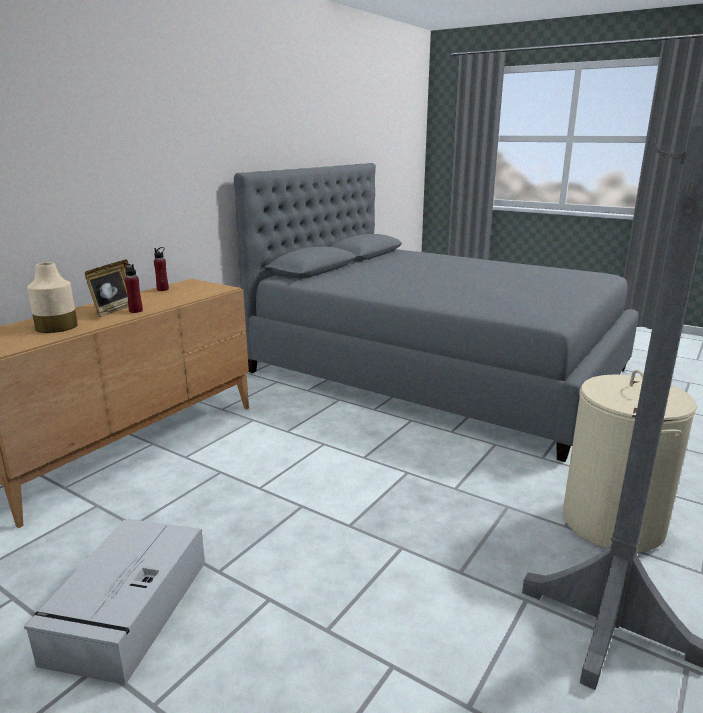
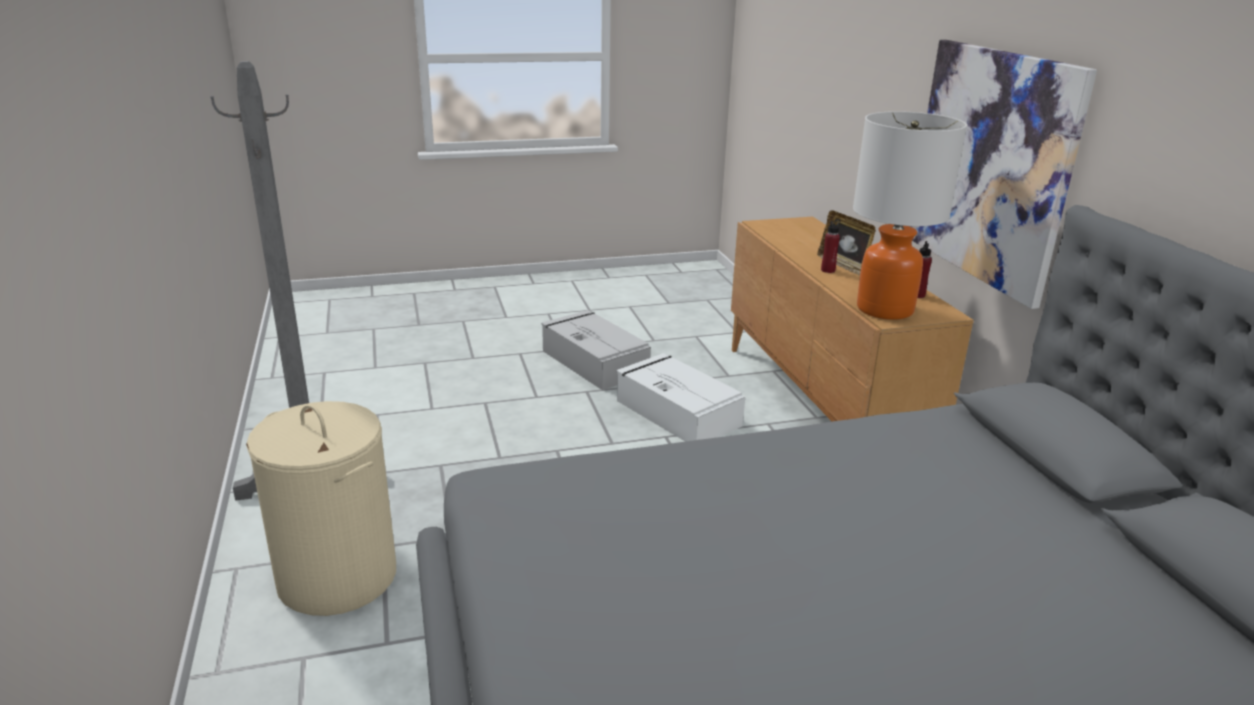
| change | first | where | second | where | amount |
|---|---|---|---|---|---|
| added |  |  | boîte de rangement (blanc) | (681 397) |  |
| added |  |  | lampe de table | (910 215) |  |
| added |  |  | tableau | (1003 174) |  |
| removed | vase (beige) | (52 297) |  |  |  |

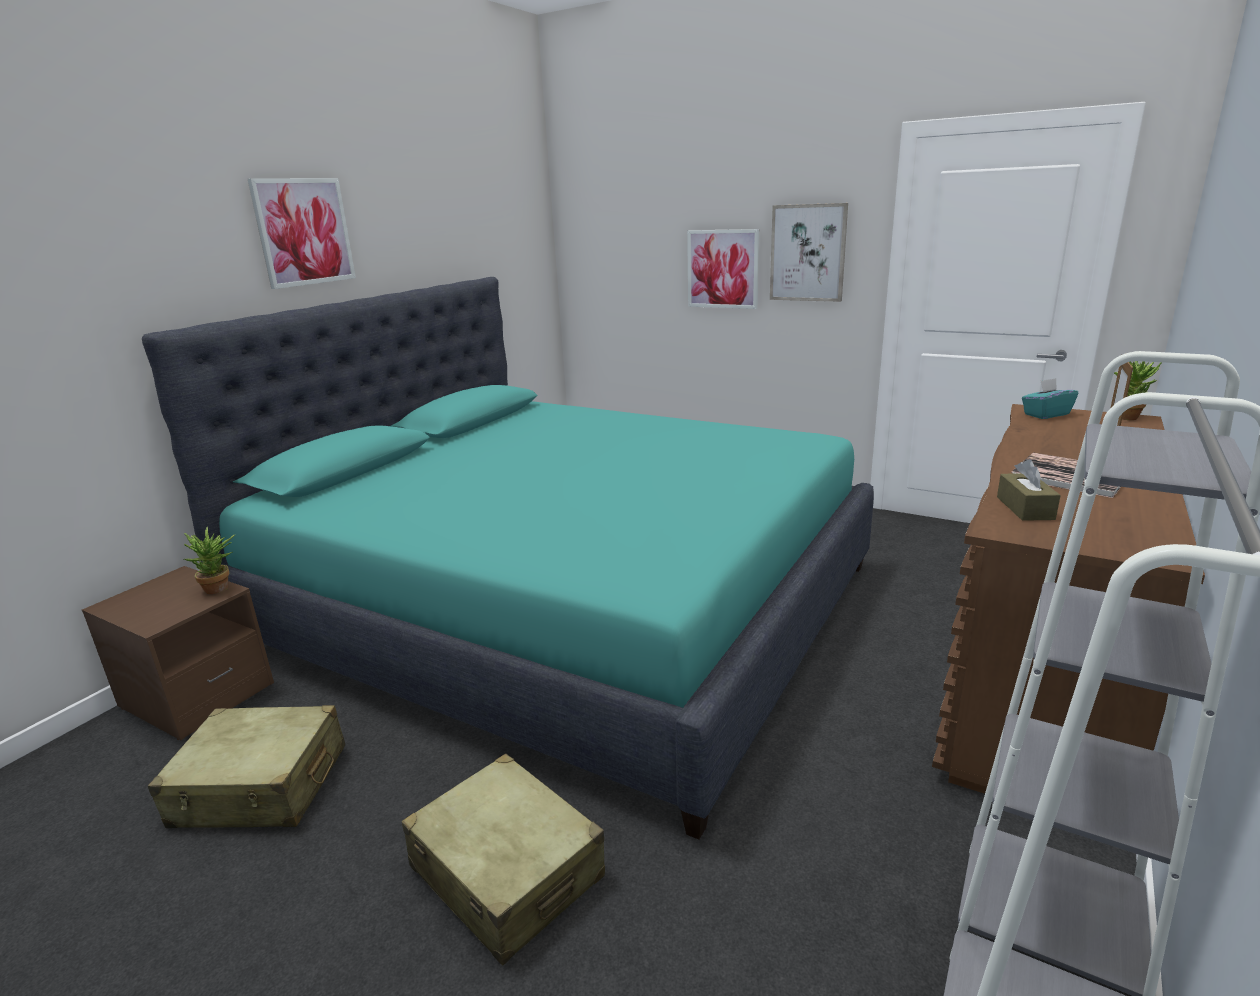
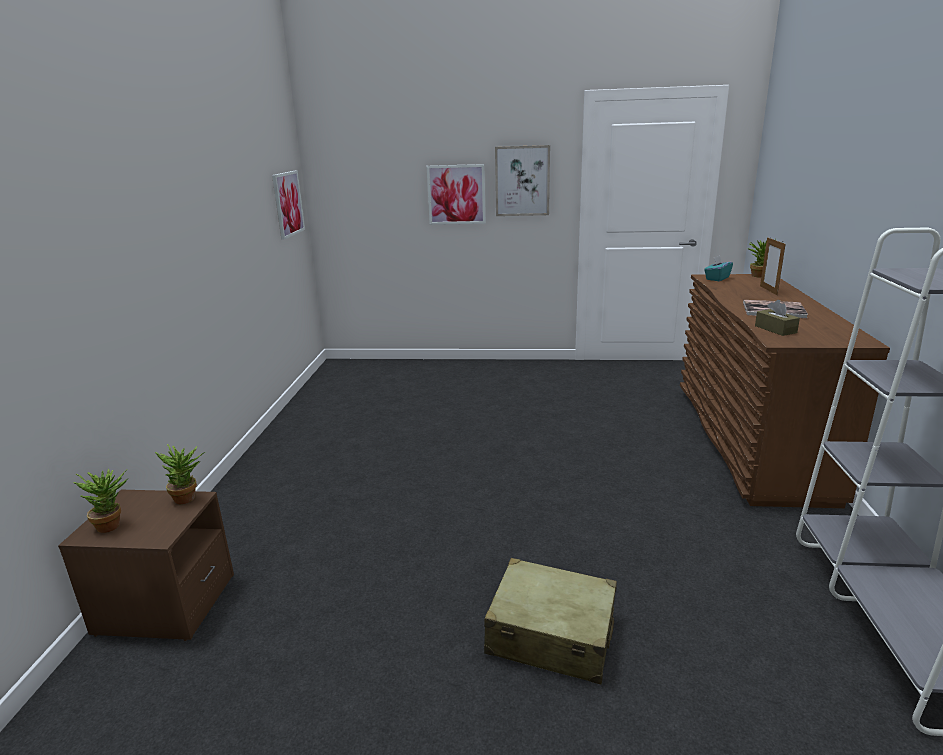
| change | first | where | second | where | amount |
|---|---|---|---|---|---|
| added |  |  | plante en pot | (100 501) |  |
| moved | tableau | (302 233) |  | (288 205) |  |
| removed | lit (turquoise) | (508 558) |  |  |  |
| removed | valise (beige) | (246 766) |  |  |  |

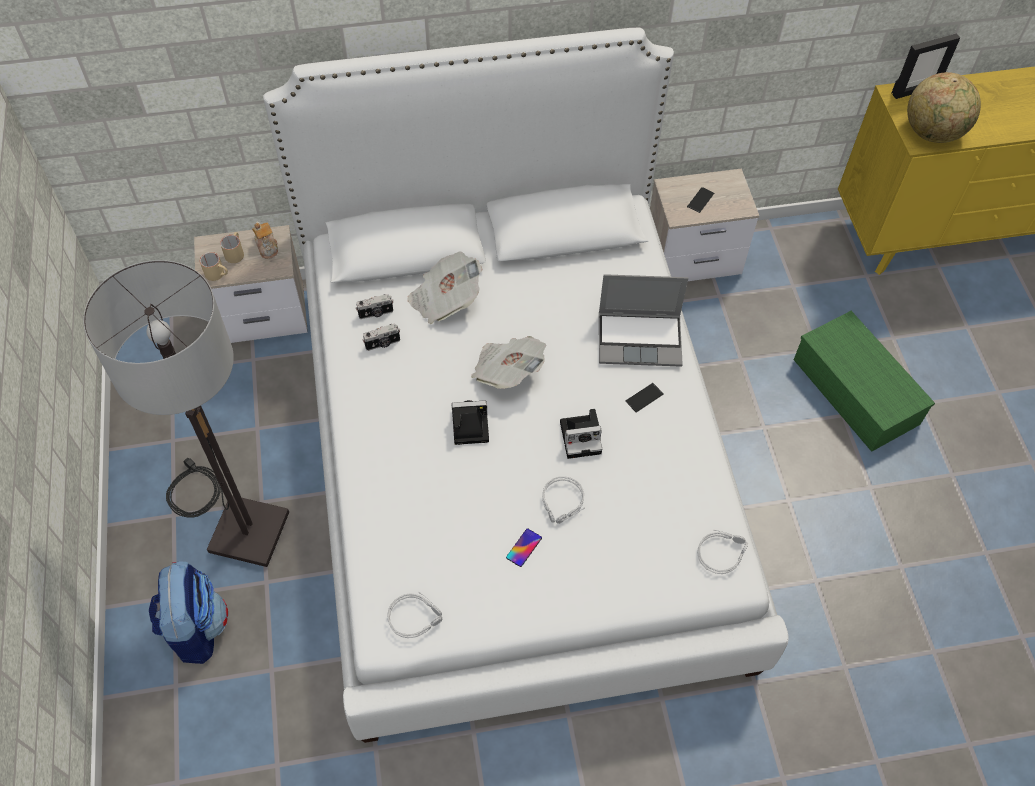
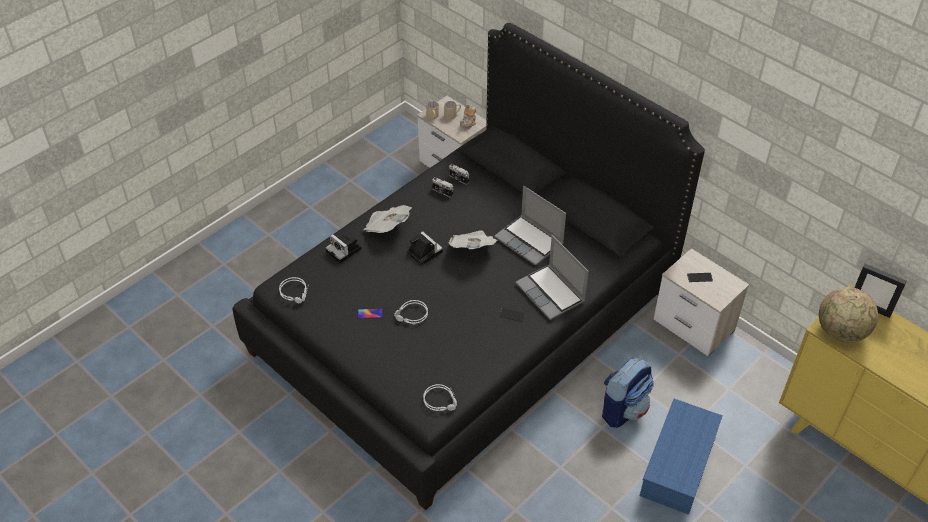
| change | first | where | second | where | amount |
|---|---|---|---|---|---|
| recoloured | lit (blanc) | (526 385) | lit (noir) | (468 266) |  |
| moved | appareil photo | (581 434) |  | (343 248) |  |
| moved | journal | (444 288) |  | (387 219) |  |
| added |  |  | ordinateur portable | (530 226) |  |
| moved | sac à dos | (188 612) |  | (628 393) |  |
| recoloured | boîte de rangement (vert) | (864 381) | boîte de rangement (bleu) | (681 457) |  |
| removed | lampadaire | (186 413) |  |  |  |

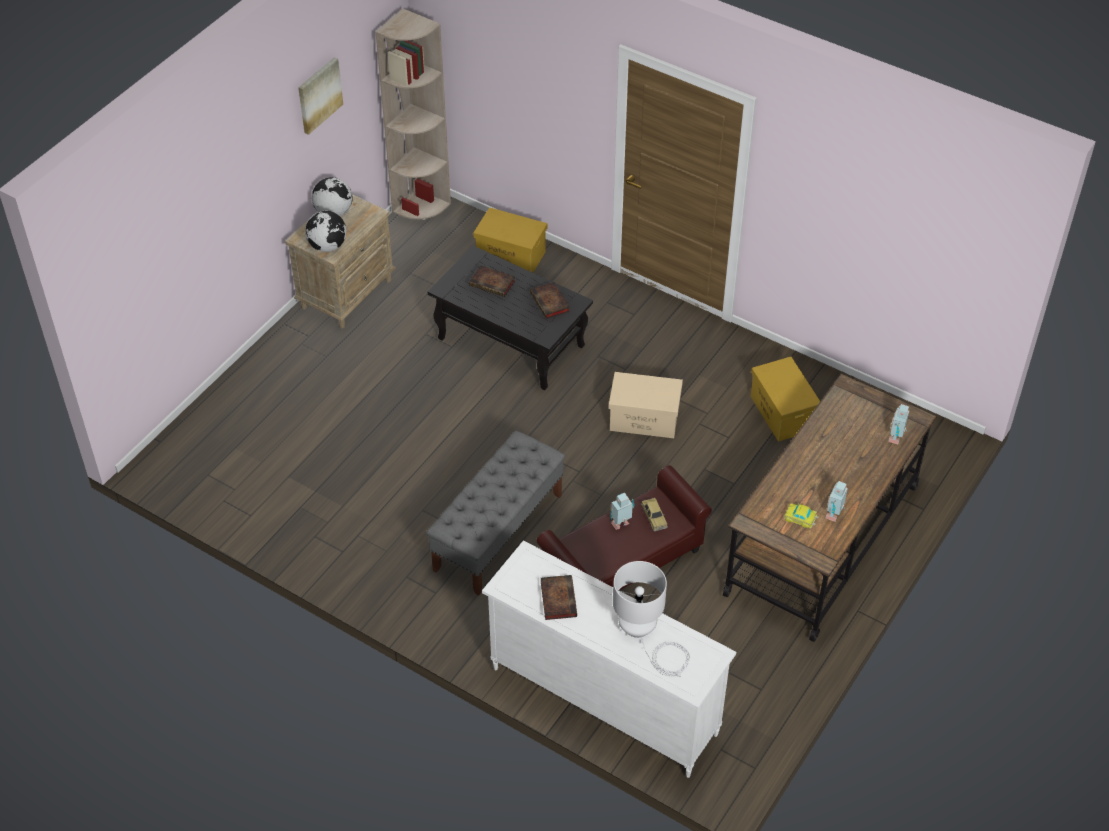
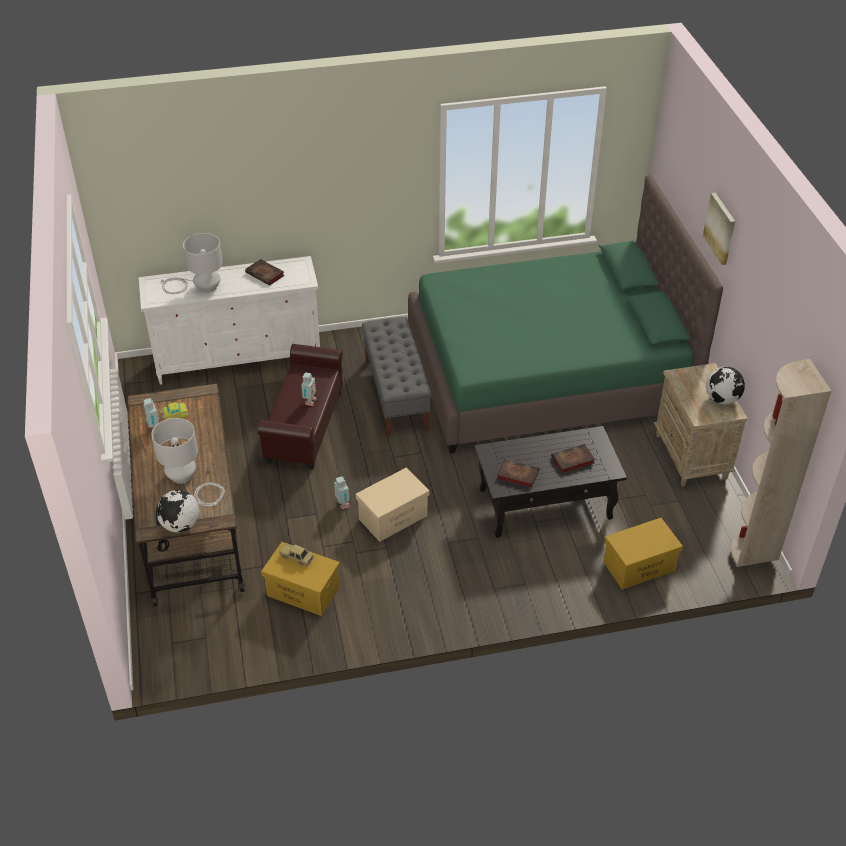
| change | first | where | second | where | amount |
|---|---|---|---|---|---|
| added |  |  | lampe de table (blanc) | (188 462) |  |
| moved | globe | (325 231) |  | (177 511) |  |
| moved | petite voiture | (654 514) |  | (296 554) |  |
| moved | robot jouet | (898 424) |  | (342 492) |  |
| added |  |  | lit (vert) | (565 314) |  |
| moved | tableau | (320 96) |  | (719 229) |  |

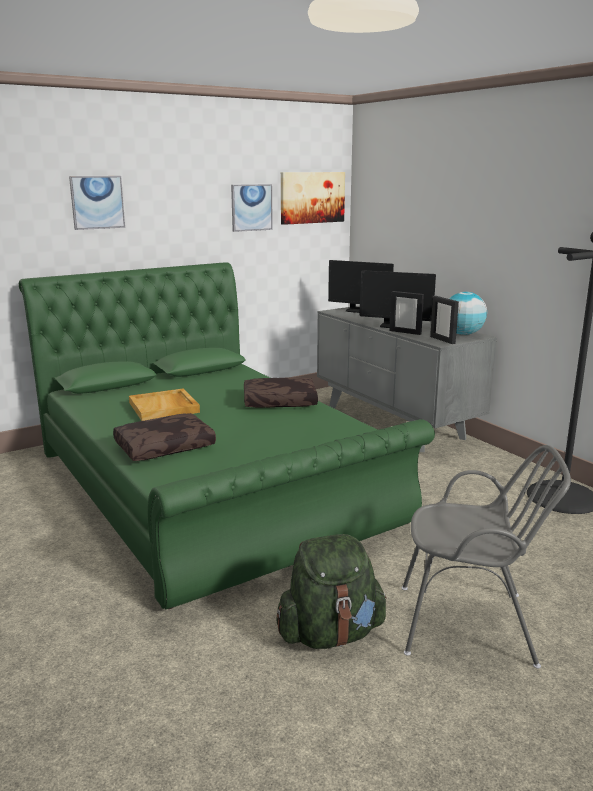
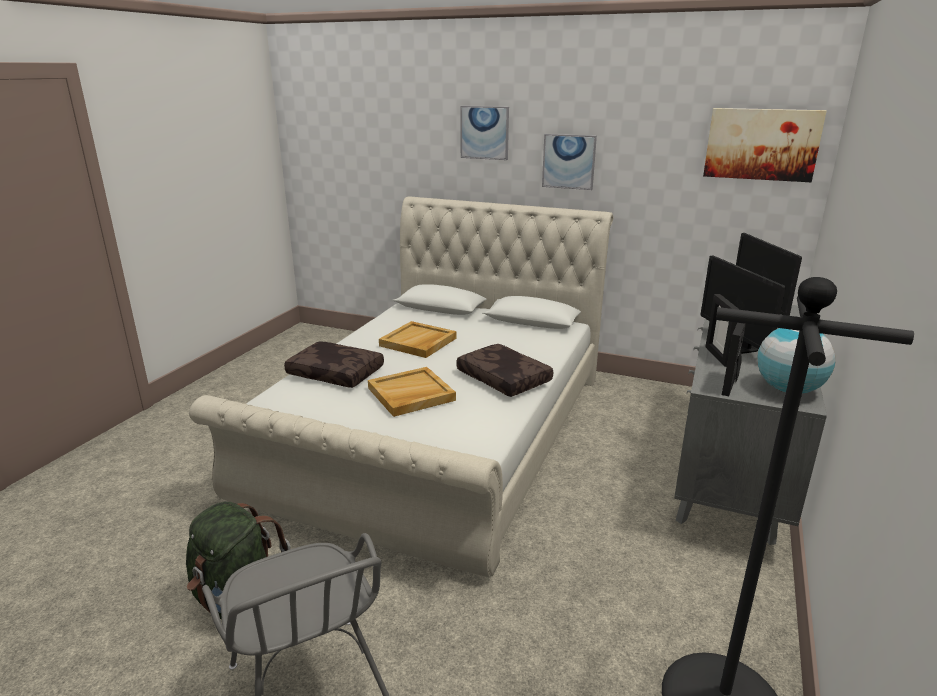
| change | first | where | second | where | amount |
|---|---|---|---|---|---|
| recoloured | lit (vert) | (227 436) | lit (beige) | (401 387) |  |
| added |  |  | plateau (beige) | (412 392) |  |
| moved | tableau | (252 208) |  | (569 162) |  |

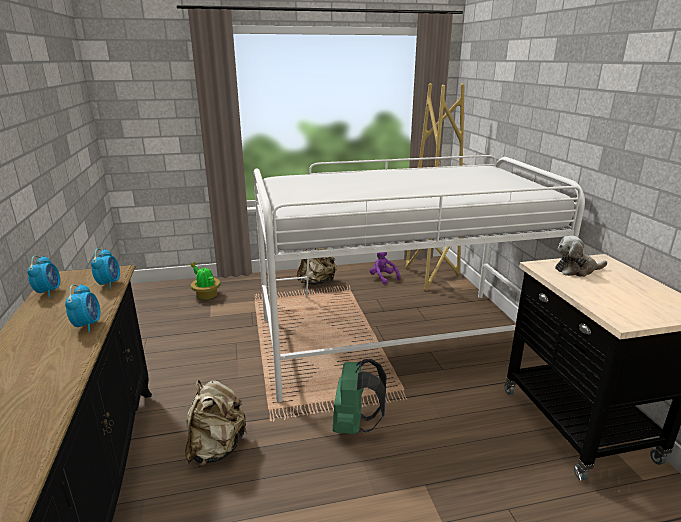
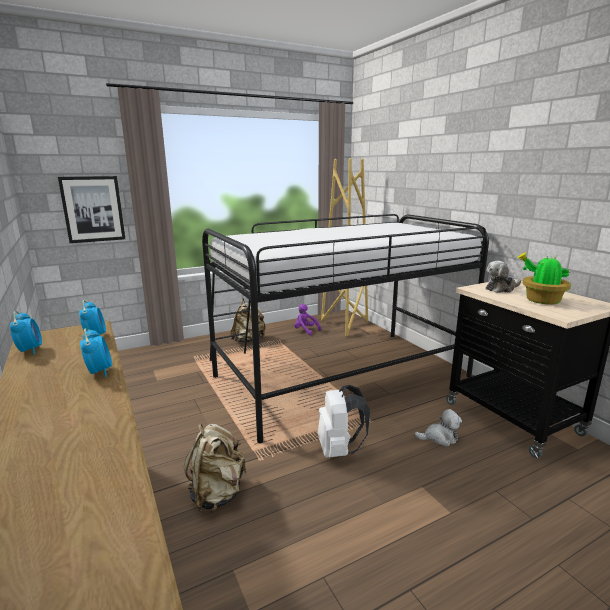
| change | first | where | second | where | amount |
|---|---|---|---|---|---|
| added |  |  | tableau | (91 209) |  |
| recoloured | lit (blanc) | (419 279) | lit (noir) | (345 328) |  |
| recoloured | sac à dos (vert) | (360 396) | sac à dos (blanc) | (344 421) |  |
| added |  |  | peluche | (438 428) |  |
| moved | plante en pot | (205 281) |  | (544 278) |  |

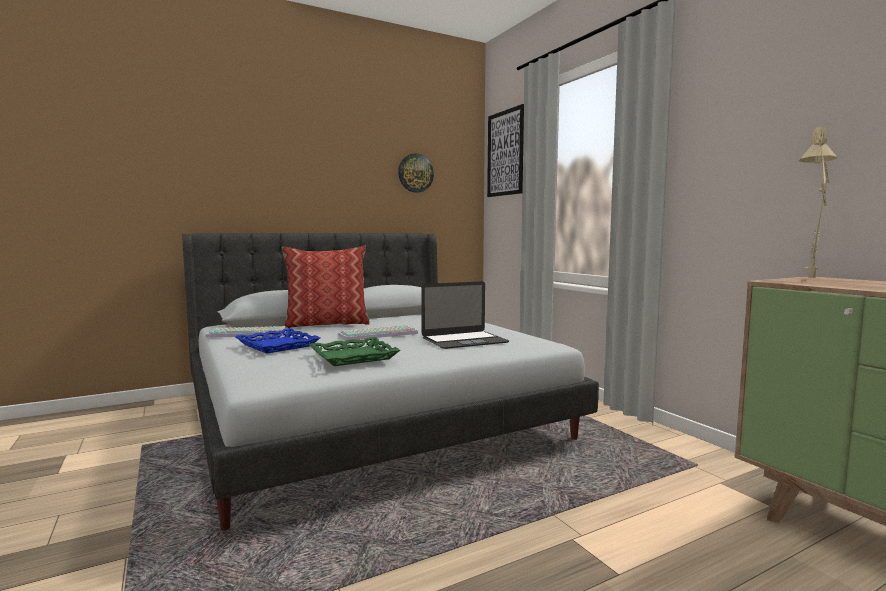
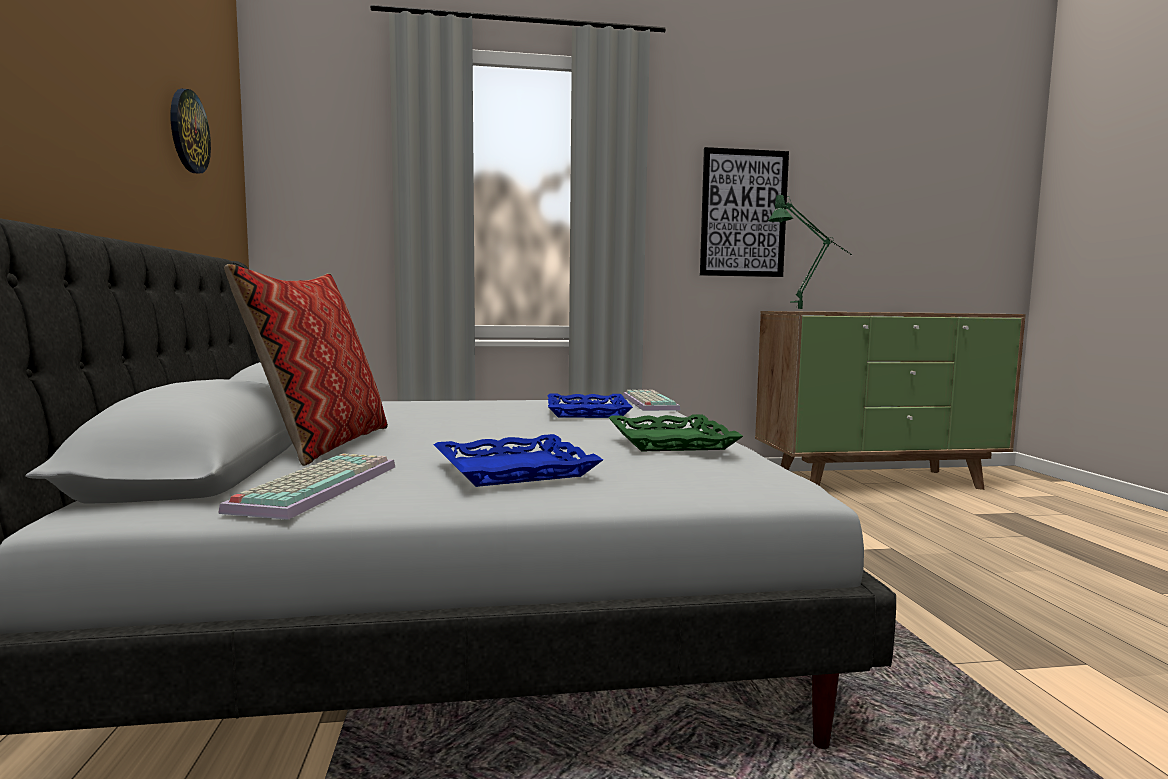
| change | first | where | second | where | amount |
|---|---|---|---|---|---|
| replaced | ordinateur portable | (465 315) | plateau (bleu) | (590 405) |  |
| moved | clavier | (378 333) |  | (651 400) |  |
| moved | tableau | (505 150) |  | (744 212) |  |
| recoloured | lampe de table (beige) | (818 202) | lampe de table (vert) | (810 251) |  |

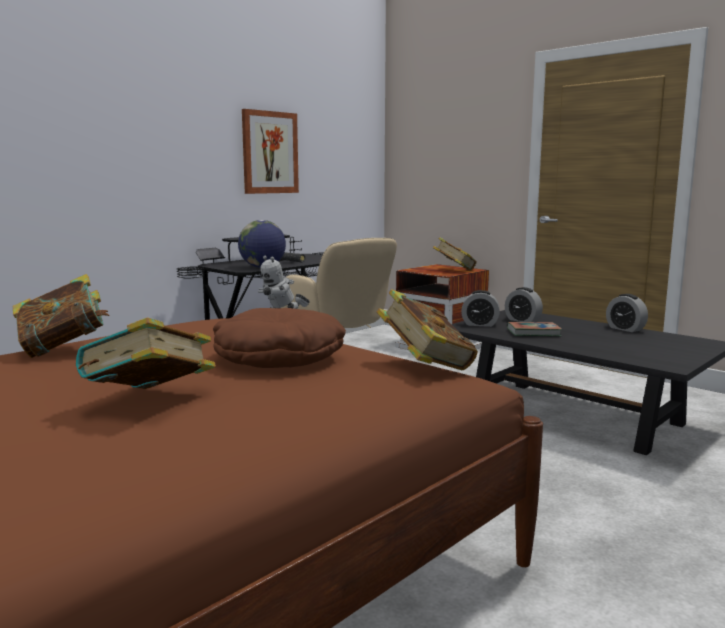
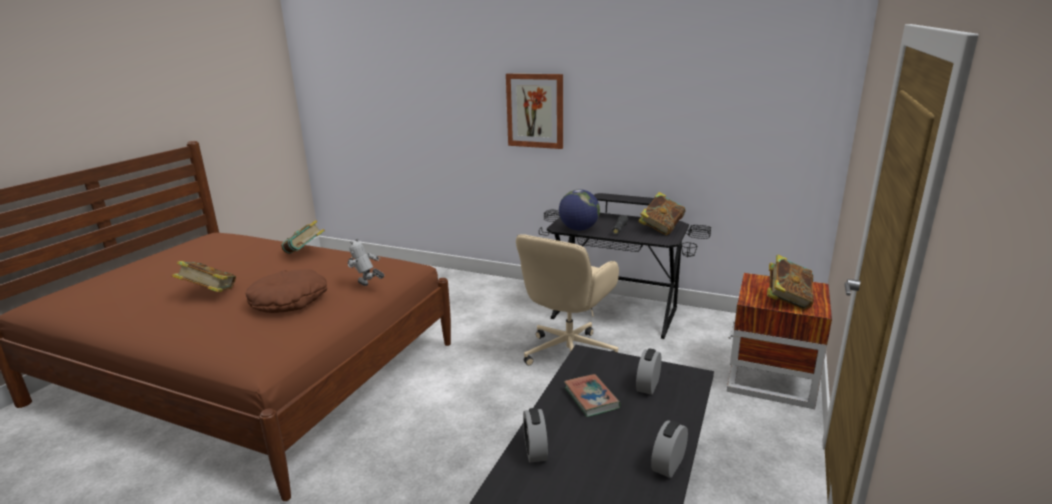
| change | first | where | second | where | amount |
|---|---|---|---|---|---|
| moved | tableau | (270 151) |  | (534 111) |  |
| moved | réveil | (480 308) |  | (535 435) |  |
| moved | livre | (427 329) |  | (661 213) |  |

